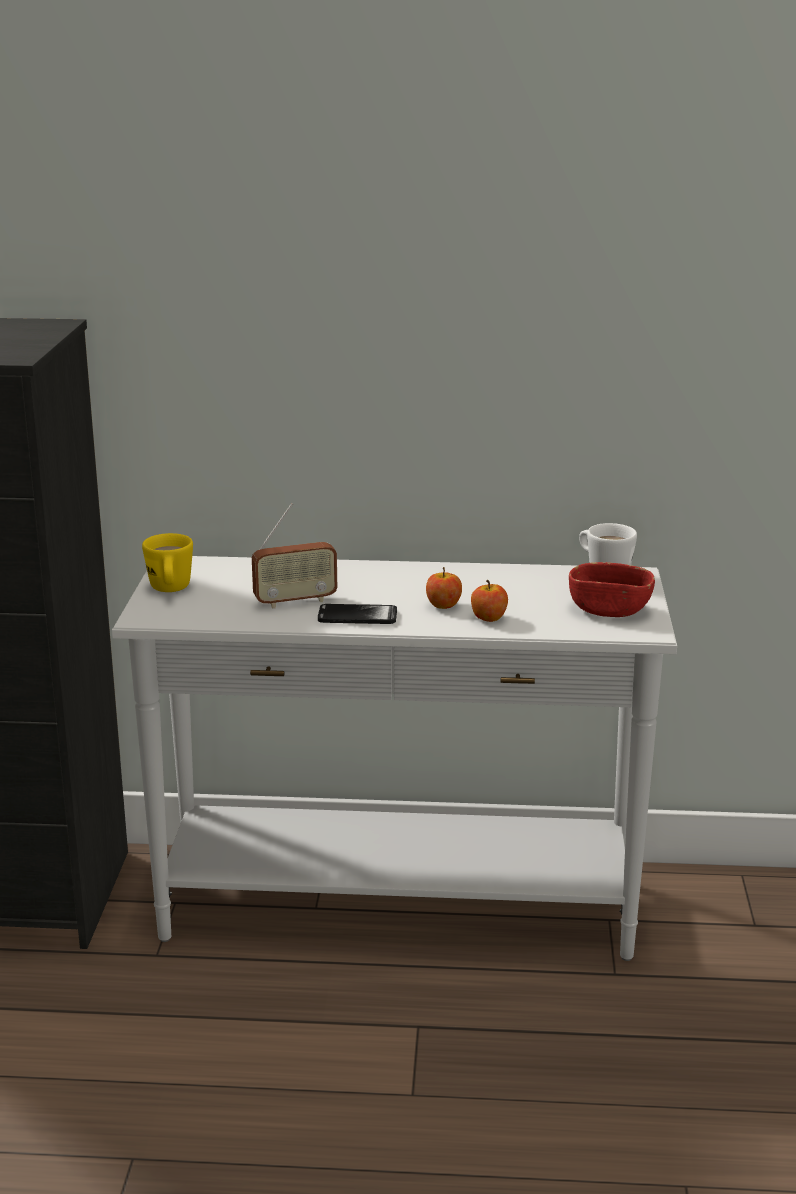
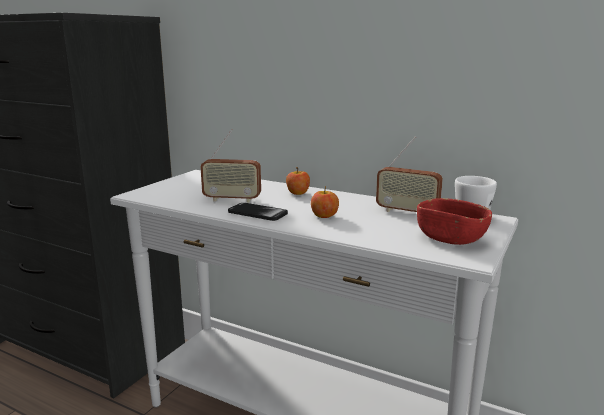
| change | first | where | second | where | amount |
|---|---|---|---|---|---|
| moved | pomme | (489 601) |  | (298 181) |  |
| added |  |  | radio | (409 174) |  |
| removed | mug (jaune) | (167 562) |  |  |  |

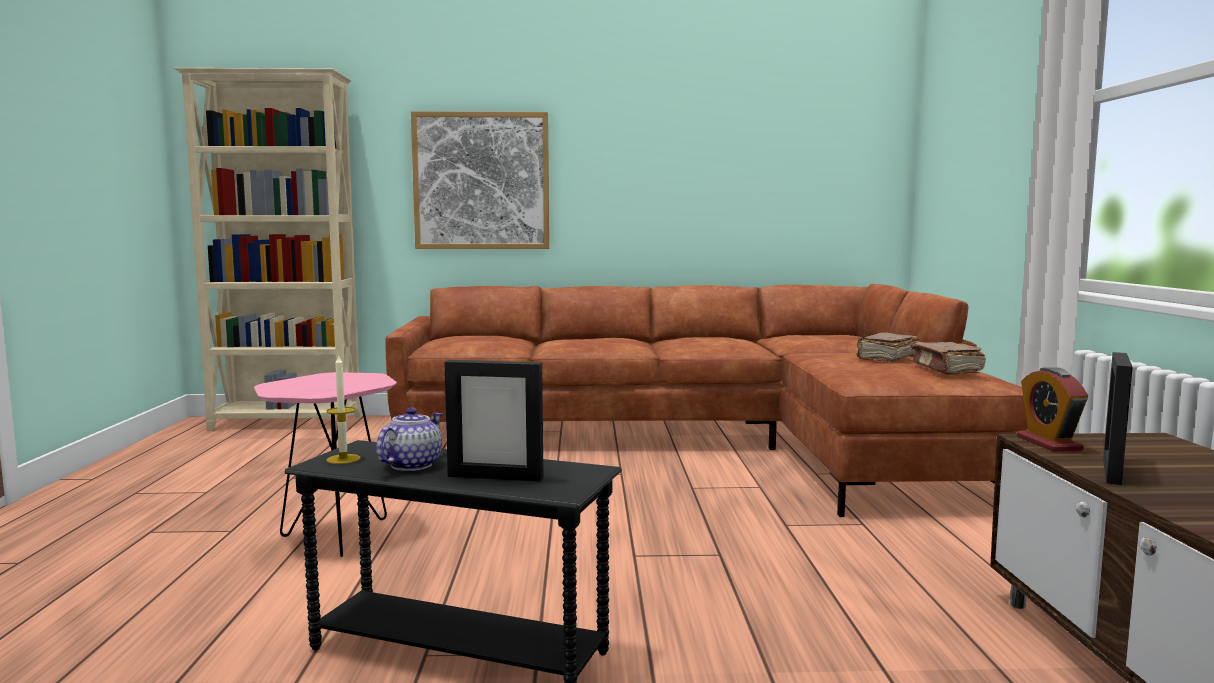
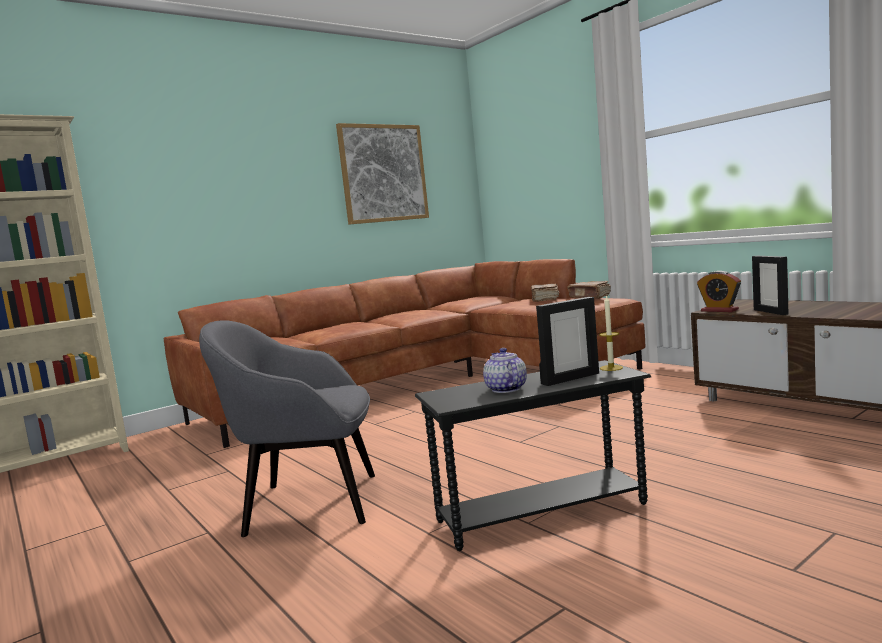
| change | first | where | second | where | amount |
|---|---|---|---|---|---|
| replaced | table d'appoint (rose) | (325 464) | fauteuil (gris) | (287 428) |  |
| moved | tableau | (480 180) |  | (382 174) |  |
| moved | bougie | (343 409) |  | (611 333) |  |

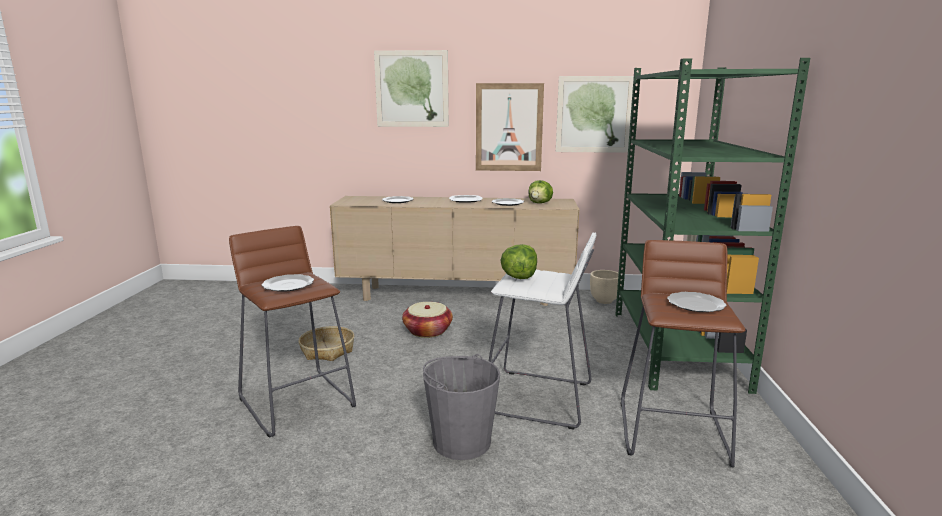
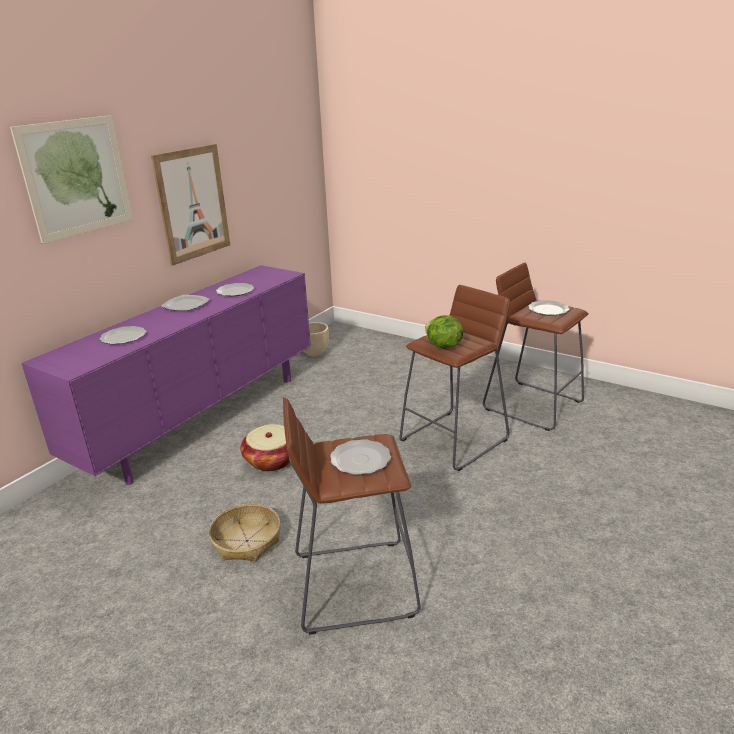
| change | first | where | second | where | amount |
|---|---|---|---|---|---|
| recoloured | meuble de rangement (beige) | (454 251) | meuble de rangement (violet) | (166 375) |  |
| recoloured | tabouret (blanc) | (542 331) | tabouret (marron) | (454 378) |  |
| removed | seau (gris) | (461 407) |  |  |  |
| removed | laitue | (540 191) |  |  |  |
| removed | tableau | (595 114) |  |  |  |
| removed | bibliothèque (vert) | (712 226) |  |  |  |

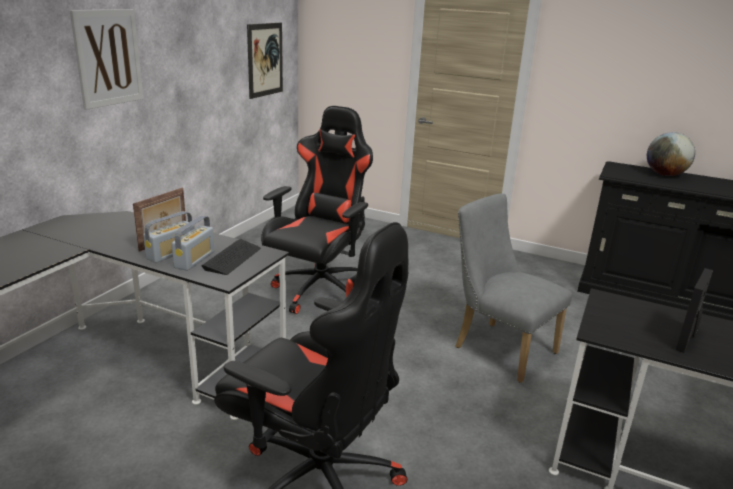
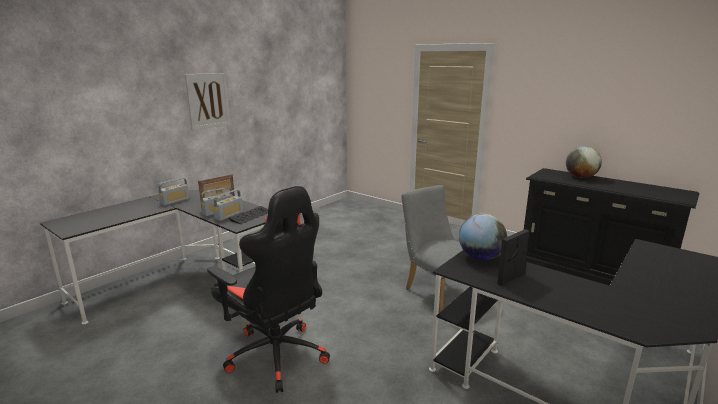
| change | first | where | second | where | amount |
|---|---|---|---|---|---|
| added |  |  | radio | (174 191) |  |
| added |  |  | globe | (483 237) |  |
| removed | tableau | (265 61) |  |  |  |
| removed | chaise de bureau (noir) | (317 210) |  |  |  |

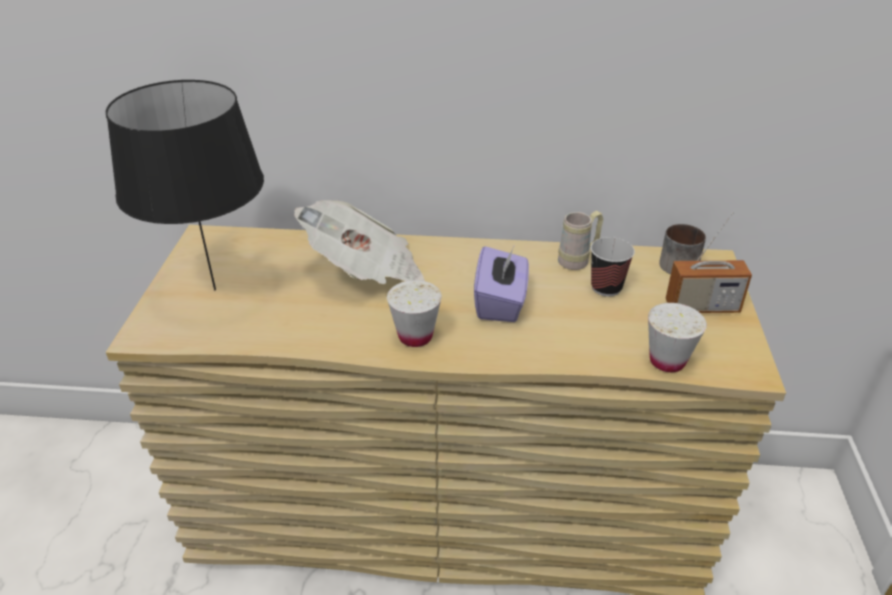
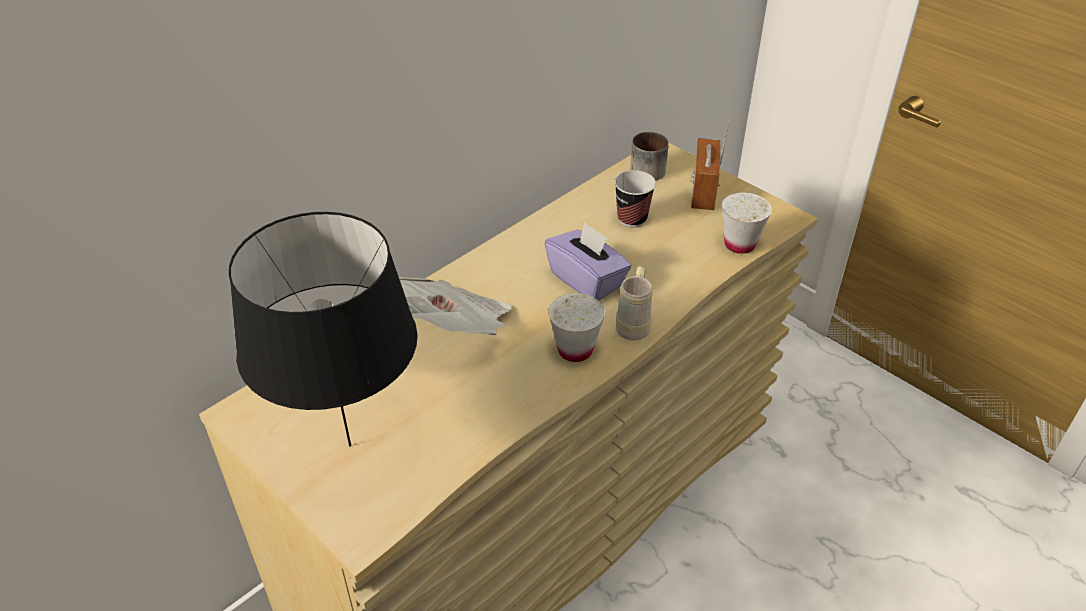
| change | first | where | second | where | amount |
|---|---|---|---|---|---|
| moved | mug (beige) | (580 240) |  | (634 303) |  |
| turned | radio | (709 262) |  | (710 165) | 150 degrees clockwise |

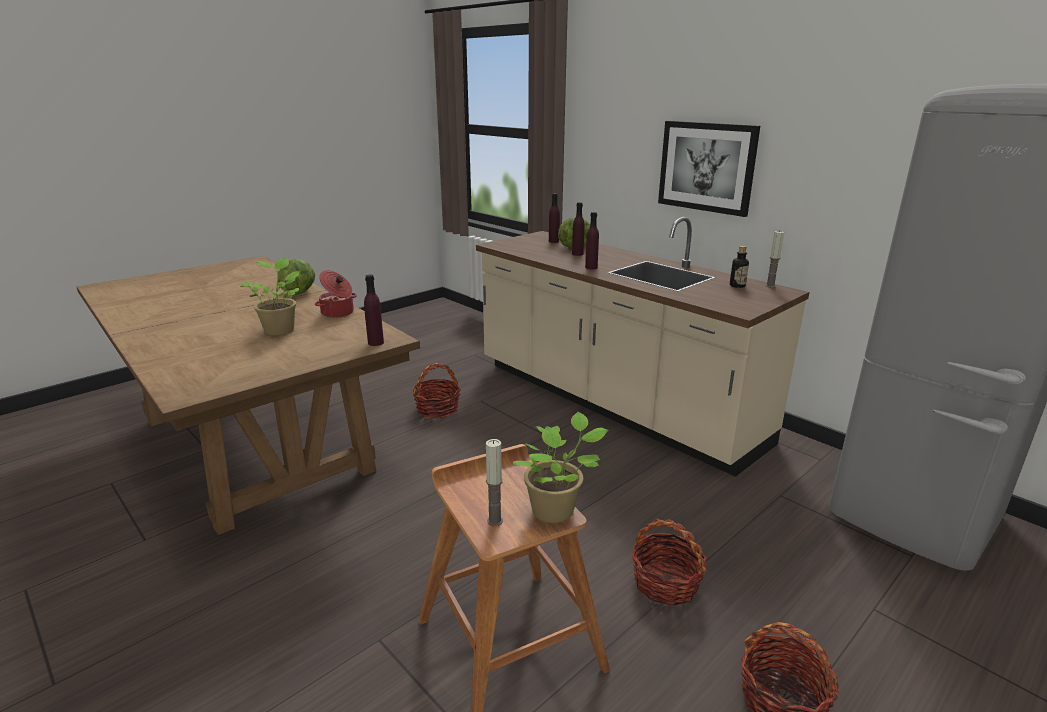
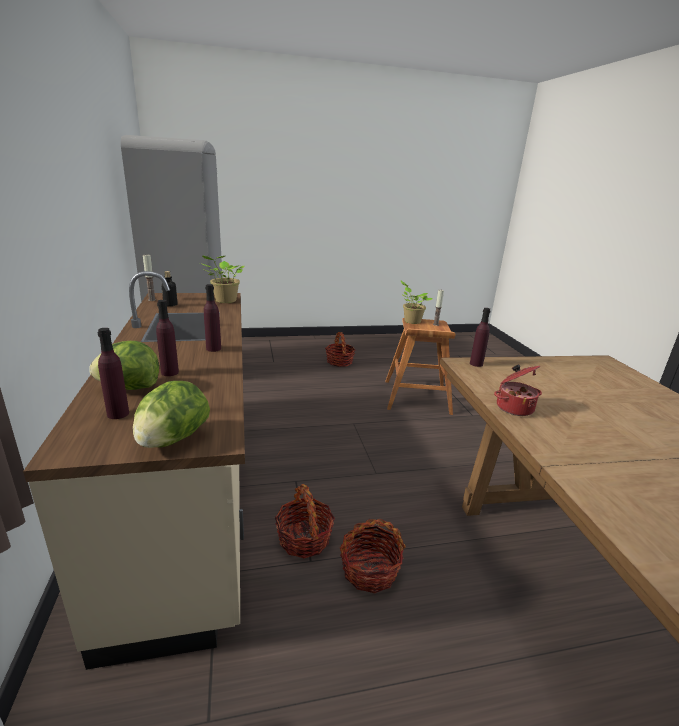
| change | first | where | second | where | amount |
|---|---|---|---|---|---|
| moved | laitue | (296 277) |  | (171 414) |  |
| moved | plante en pot | (270 296) |  | (222 279) |  |
| moved | panier | (669 562) |  | (305 521) |  |
| removed | tableau | (709 169) |  |  |  |

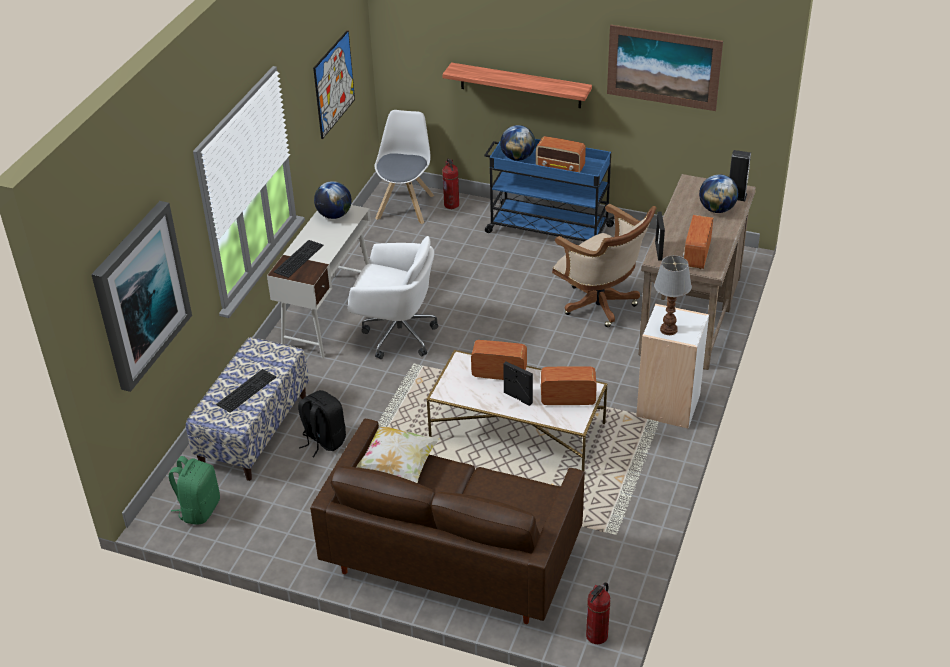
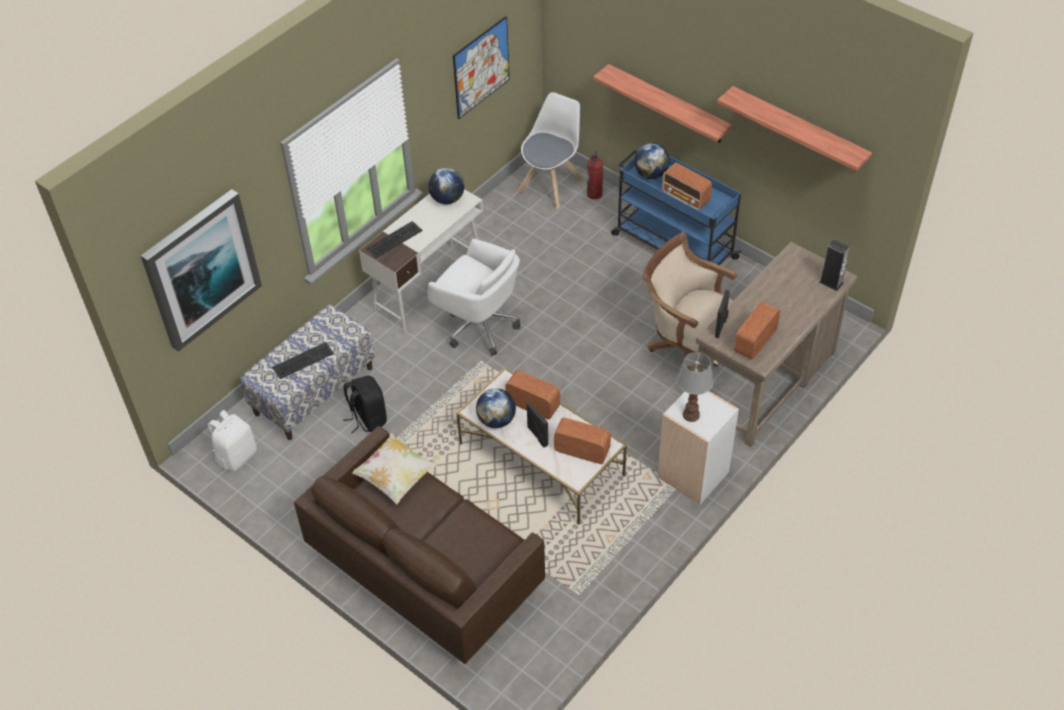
| change | first | where | second | where | amount |
|---|---|---|---|---|---|
| recoloured | sac à dos (vert) | (194 490) | sac à dos (blanc) | (232 440) |  |
| moved | globe | (718 193) |  | (496 408) |  |
| turned | chaise de bureau | (604 265) |  | (690 300) | 150 degrees clockwise |
| replaced | tableau | (665 68) | étagère | (794 128) |  |
| removed | extincteur | (598 613) |  |  |  |

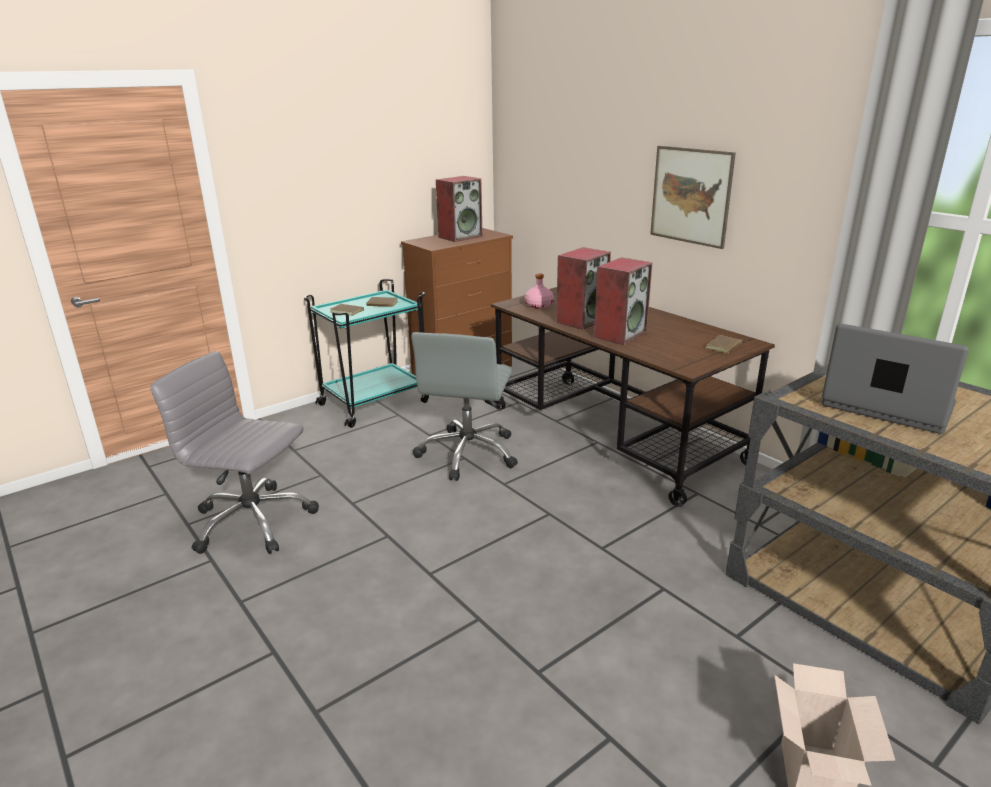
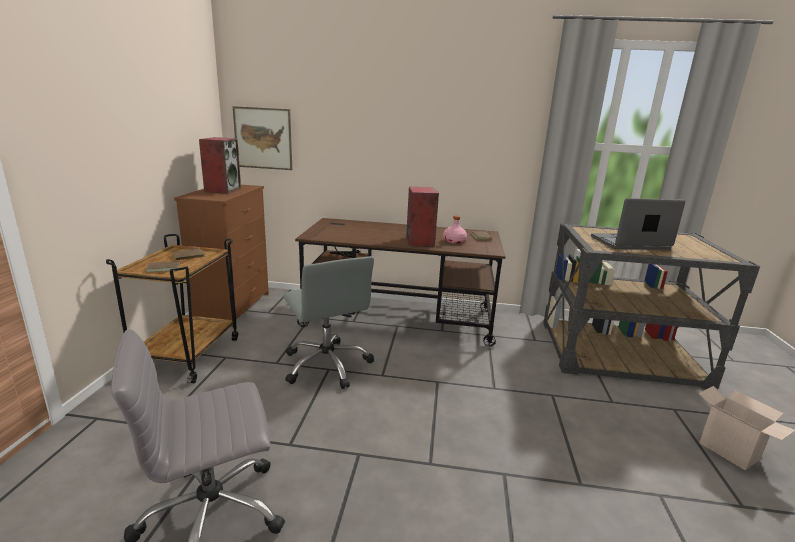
| change | first | where | second | where | amount |
|---|---|---|---|---|---|
| recoloured | chariot (turquoise) | (366 353) | chariot (marron) | (172 308) |  |
| moved | tableau | (693 197) |  | (262 138) |  |
| moved | bouteille (rose) | (539 290) |  | (455 230) |  |
| removed | enceinte | (583 288) |  |  |  |

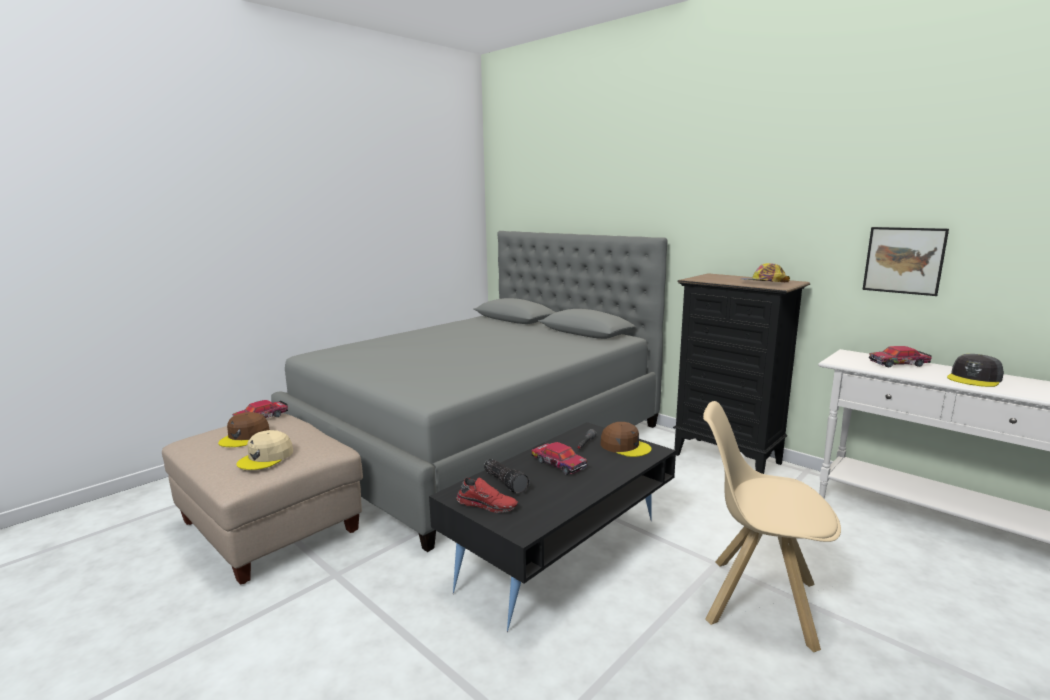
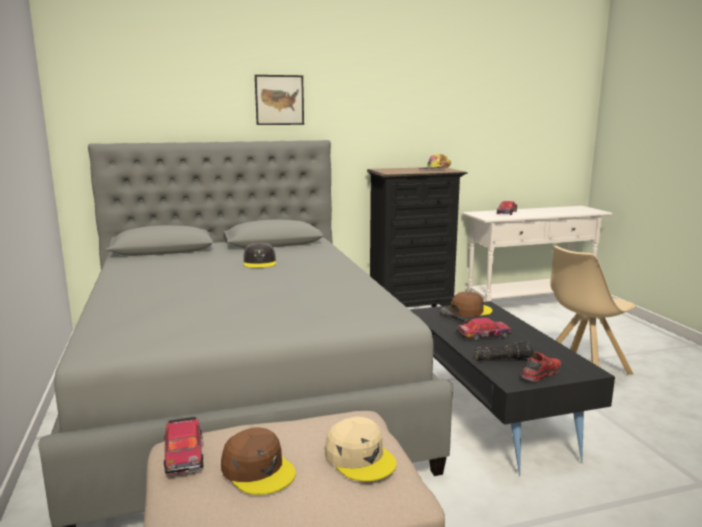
| change | first | where | second | where | amount |
|---|---|---|---|---|---|
| moved | casquette (gris) | (975 370) |  | (260 255) |  |
| moved | tableau | (905 261) |  | (279 100) |  |

